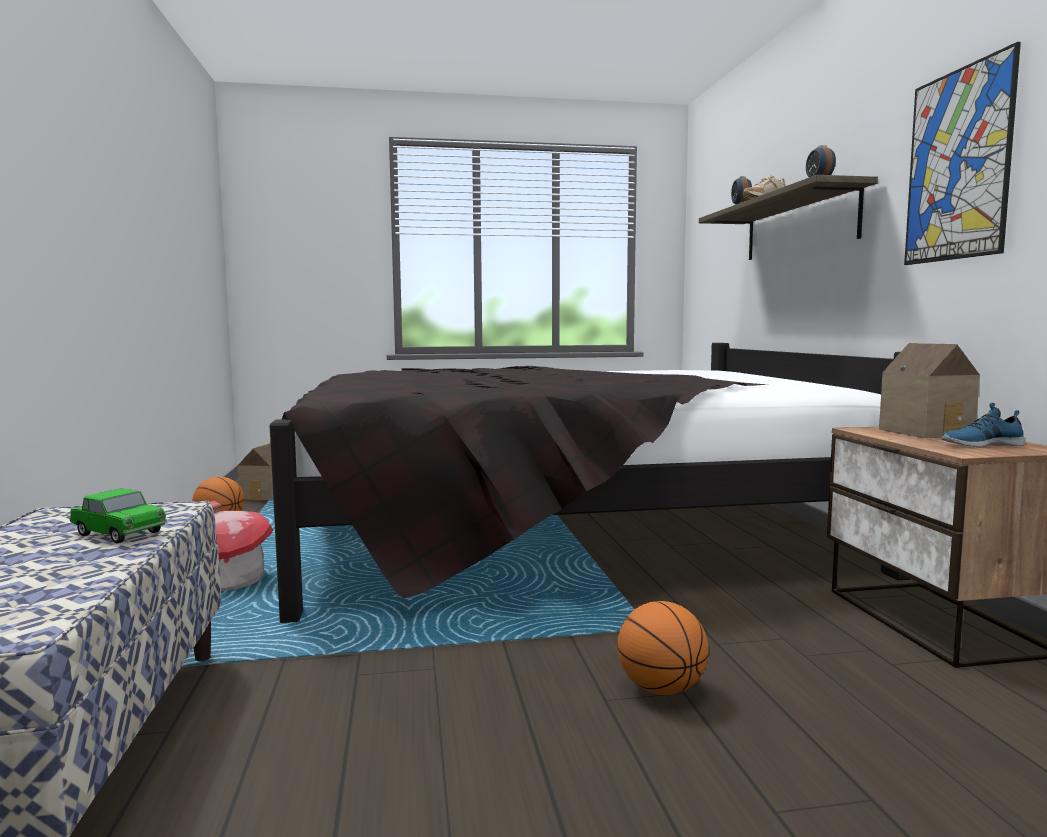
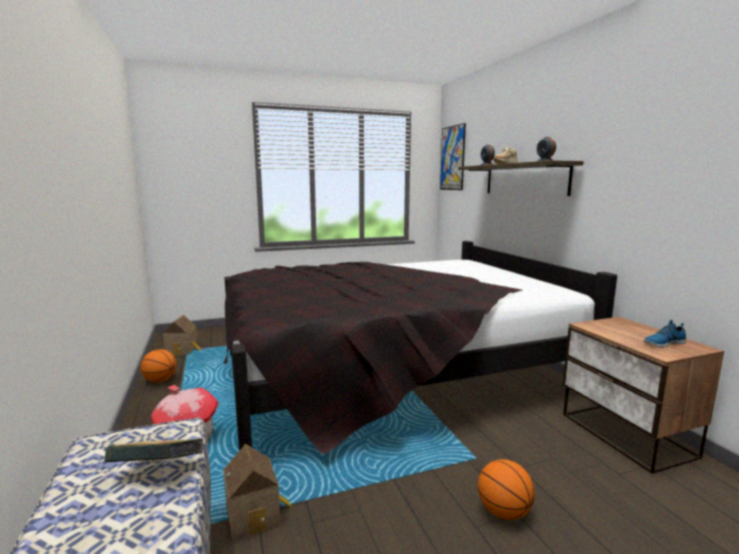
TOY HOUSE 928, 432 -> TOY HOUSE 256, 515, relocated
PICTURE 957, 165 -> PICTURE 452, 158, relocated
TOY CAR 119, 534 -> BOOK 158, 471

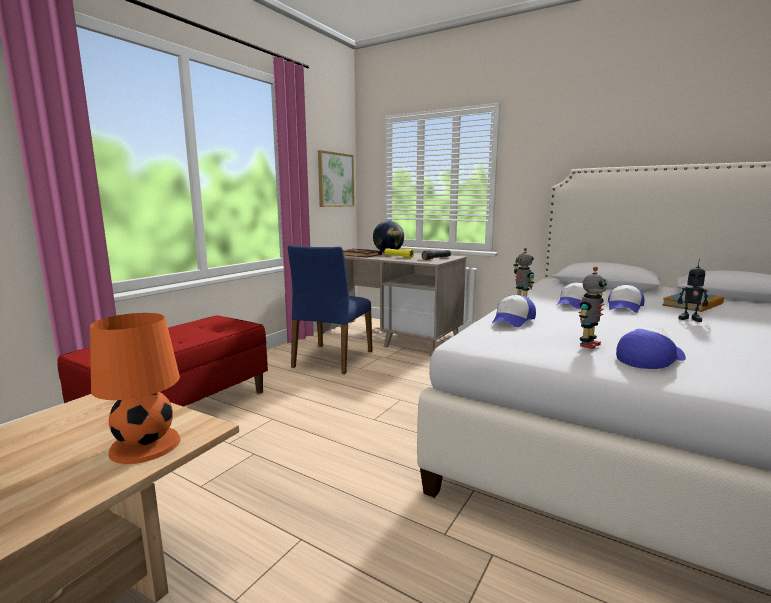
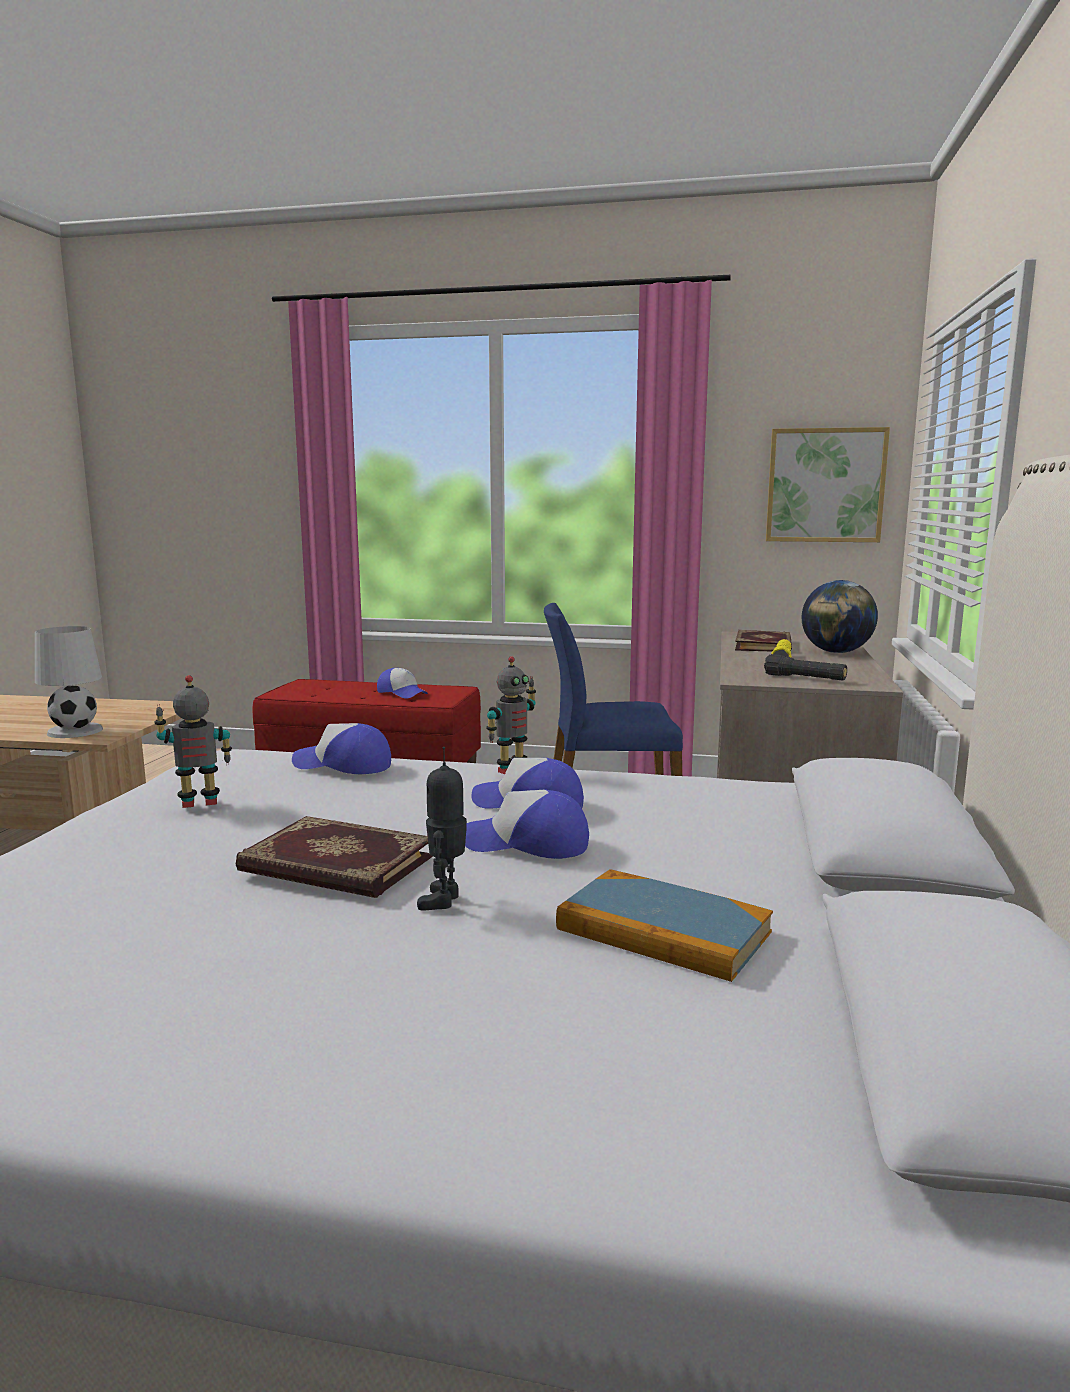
none -> BOOK 335, 865
CAP 650, 359 -> CAP 402, 693, relocated
ORANGE TABLE LAMP 146, 445 -> WHITE TABLE LAMP 74, 731
TOY ROBOT 588, 345 -> TOY ROBOT 200, 803, 135 degrees clockwise

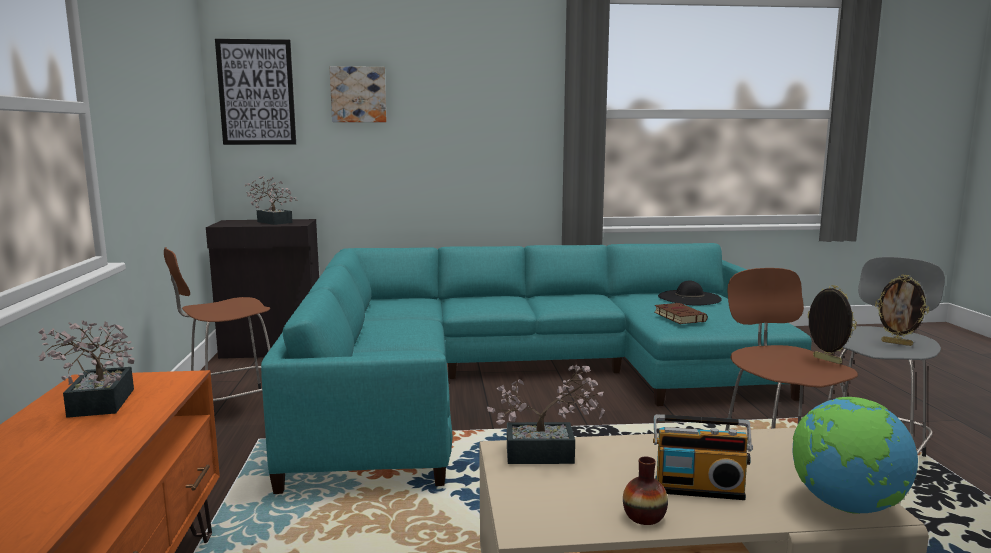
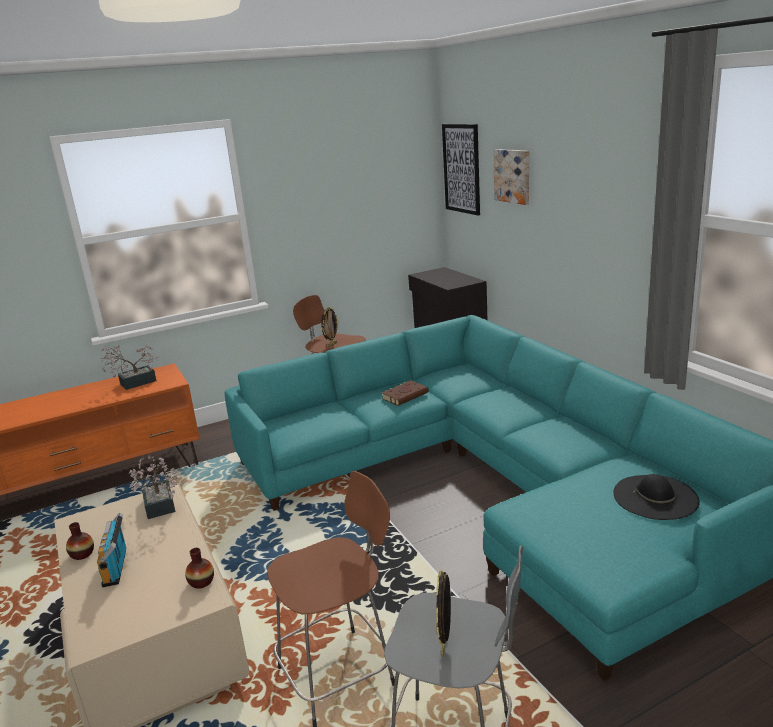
POTTED PLANT 273, 222 -> none
GLOBE 846, 506 -> none
none -> VASE 201, 582
BROWN BOOK 678, 316 -> BROWN BOOK 406, 395, relocated
PICTURE FRAME 826, 360 -> PICTURE FRAME 331, 345, relocated

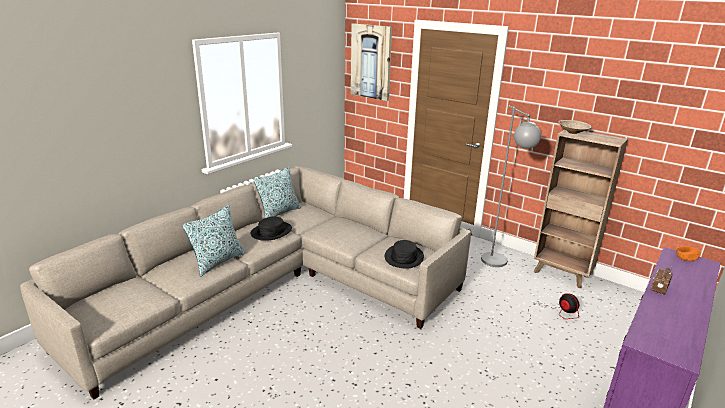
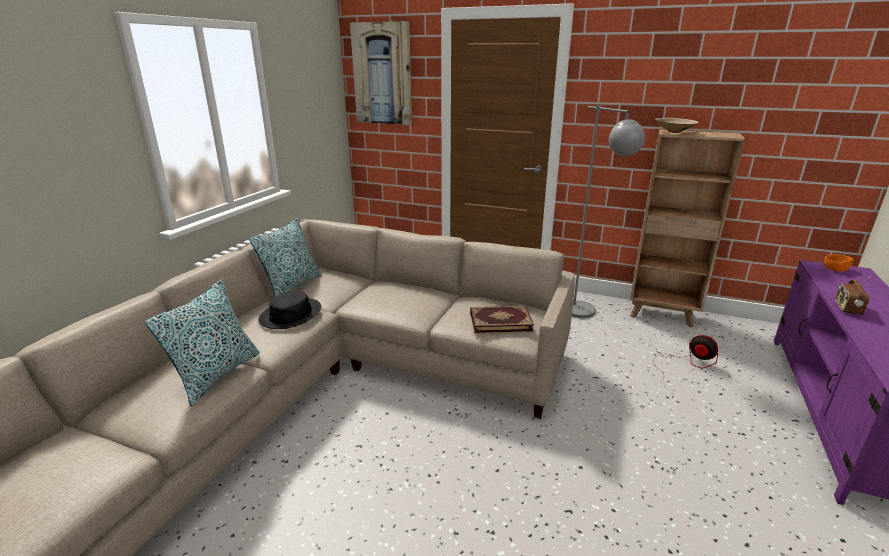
BLACK HAT 404, 257 -> BOOK 500, 321

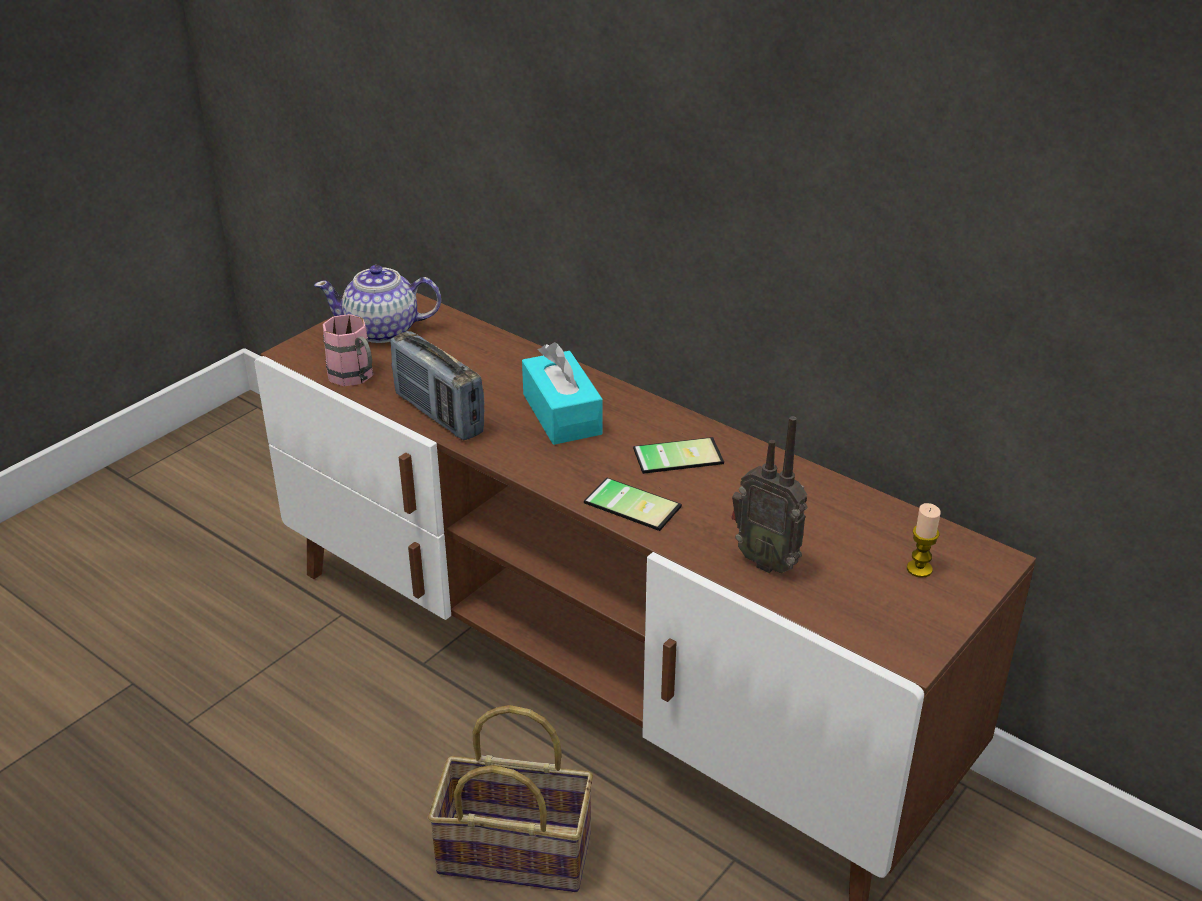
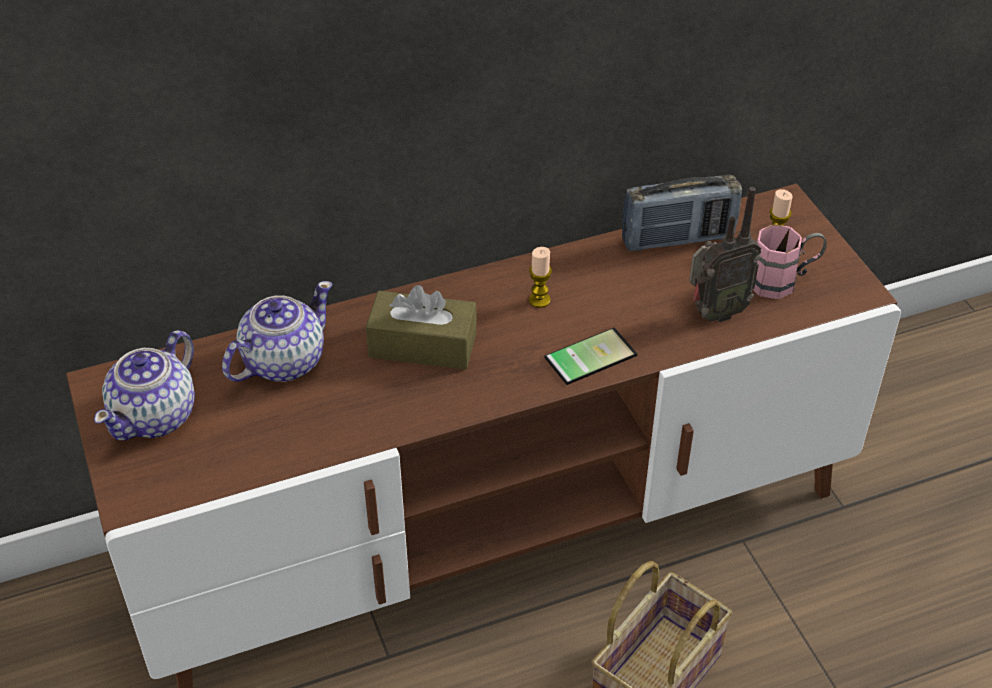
none -> TEAPOT 282, 362
PINK MUG 356, 378 -> PINK MUG 783, 281, relocated
RADIO 439, 414 -> RADIO 677, 239, relocated
PHONE 677, 453 -> CANDLE 539, 300
TURQUOISE TISSUE BOX 562, 414 -> BROWN TISSUE BOX 422, 345

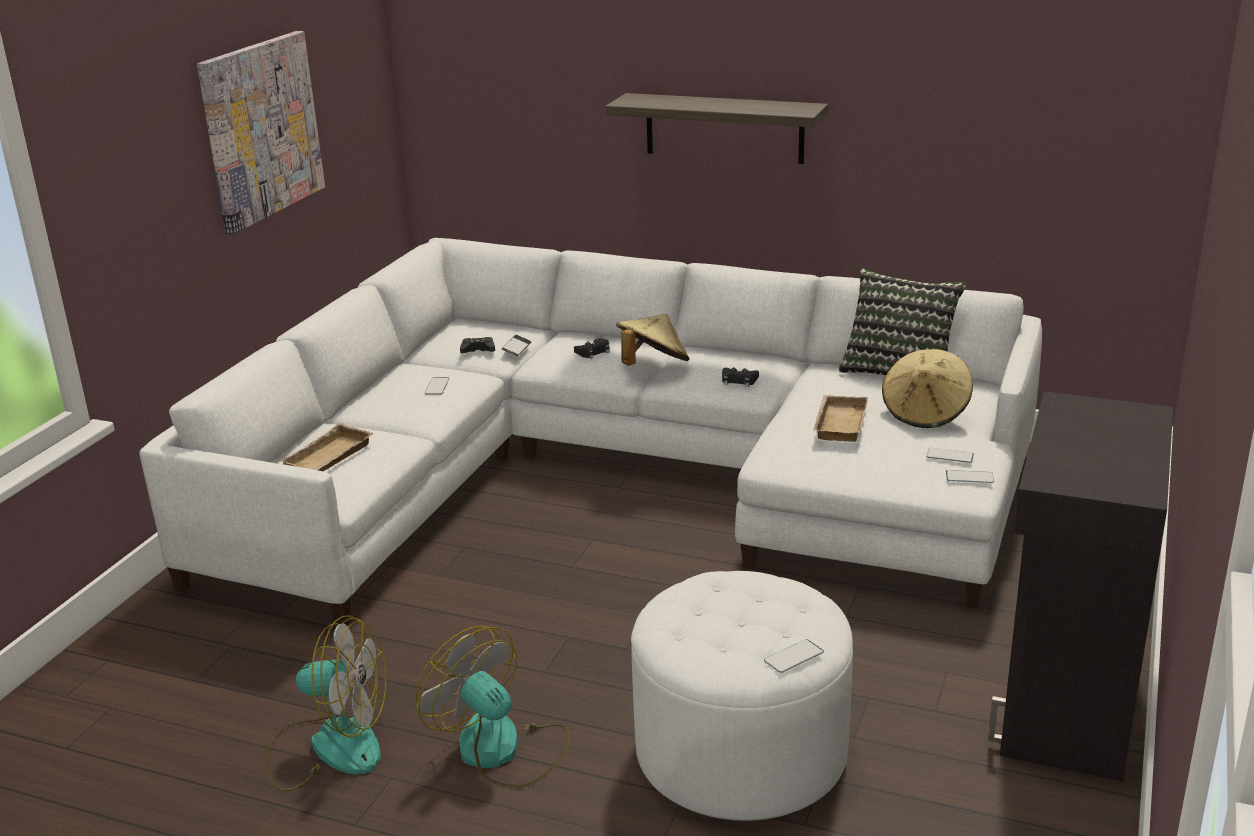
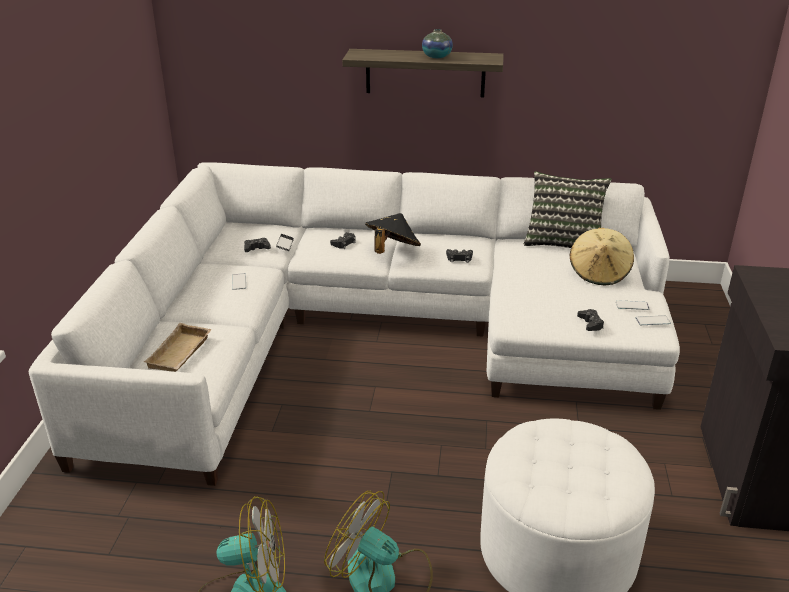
PICTURE 261, 129 -> none
PHONE 793, 656 -> none
BEIGE TRAY 838, 423 -> none
none -> VASE 437, 56
none -> BLACK GAME CONTROLLER 590, 323
BEIGE HAT 652, 365 -> BLACK HAT 392, 251

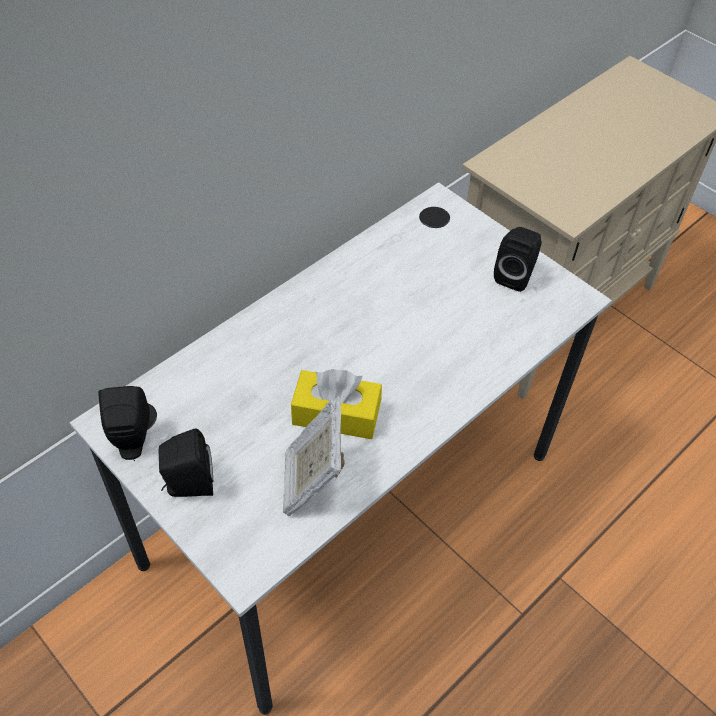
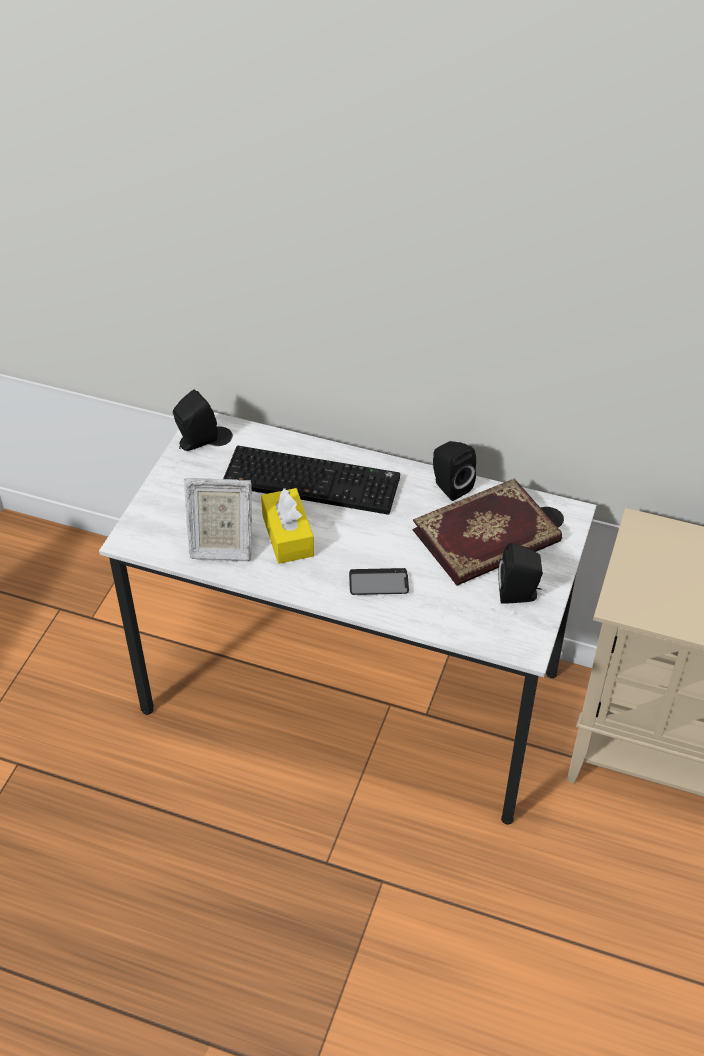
none -> KEYBOARD 314, 480
none -> PHONE 378, 583
none -> BOOK 487, 538
BLACK SPEAKER 188, 485 -> BLACK SPEAKER 449, 486, relocated
PICTURE FRAME 313, 481 -> PICTURE FRAME 220, 546, 150 degrees counterclockwise

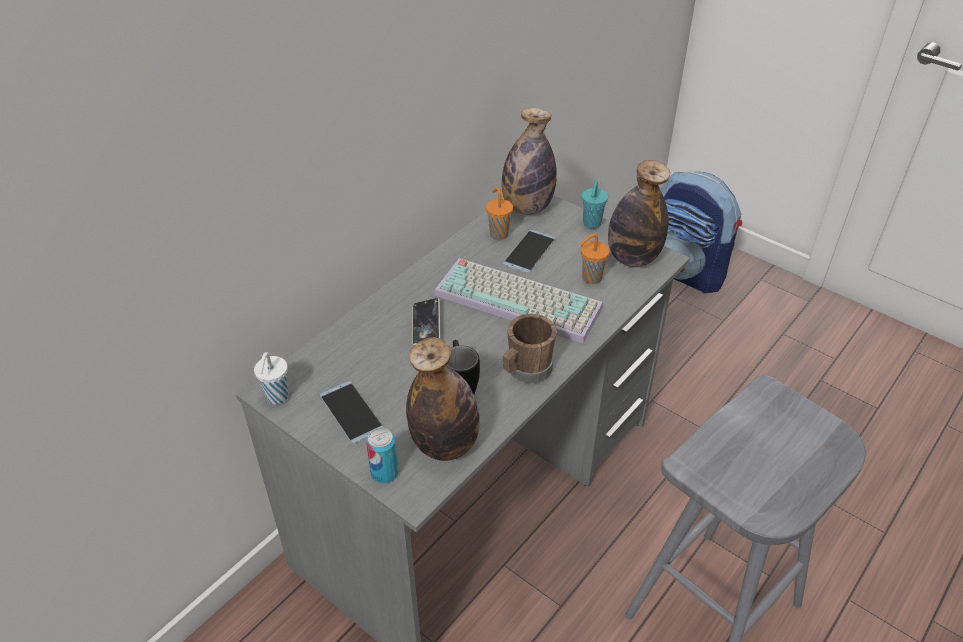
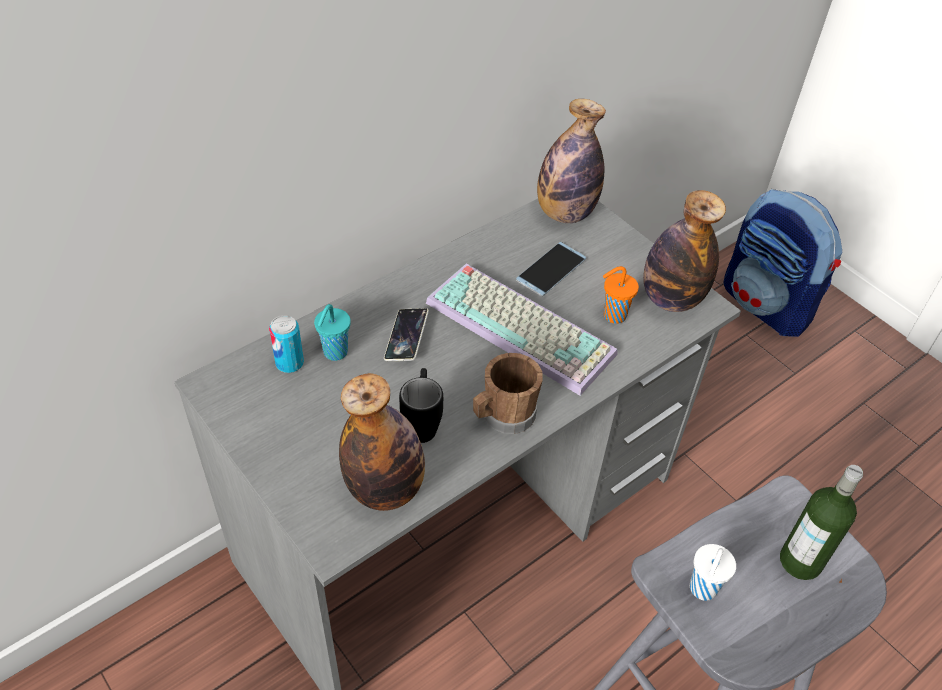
PHONE 351, 412 -> none
ORANGE CUP 498, 234 -> none
none -> BOTTLE 800, 561
WHITE CUP 276, 397 -> WHITE CUP 702, 590, relocated
CAN 384, 473 -> CAN 289, 363, relocated
TURQUOISE CUP 591, 224 -> TURQUOISE CUP 334, 353, relocated

